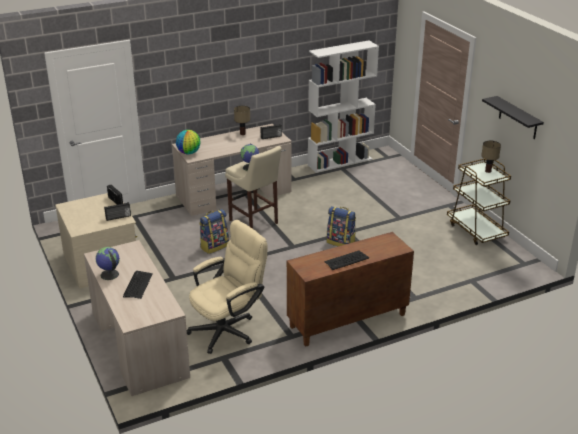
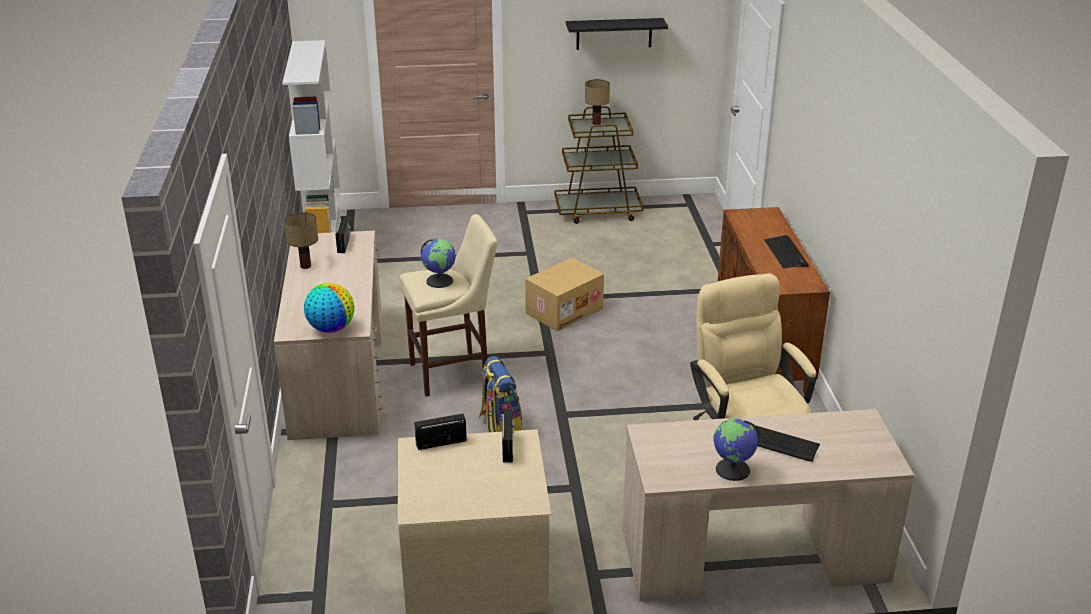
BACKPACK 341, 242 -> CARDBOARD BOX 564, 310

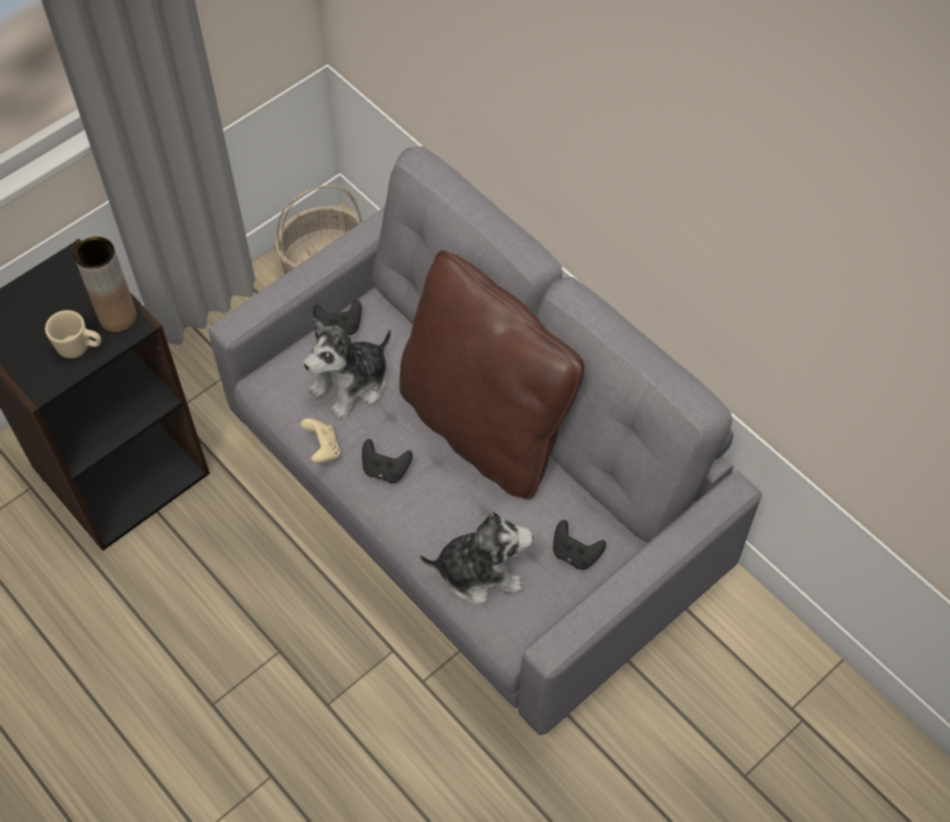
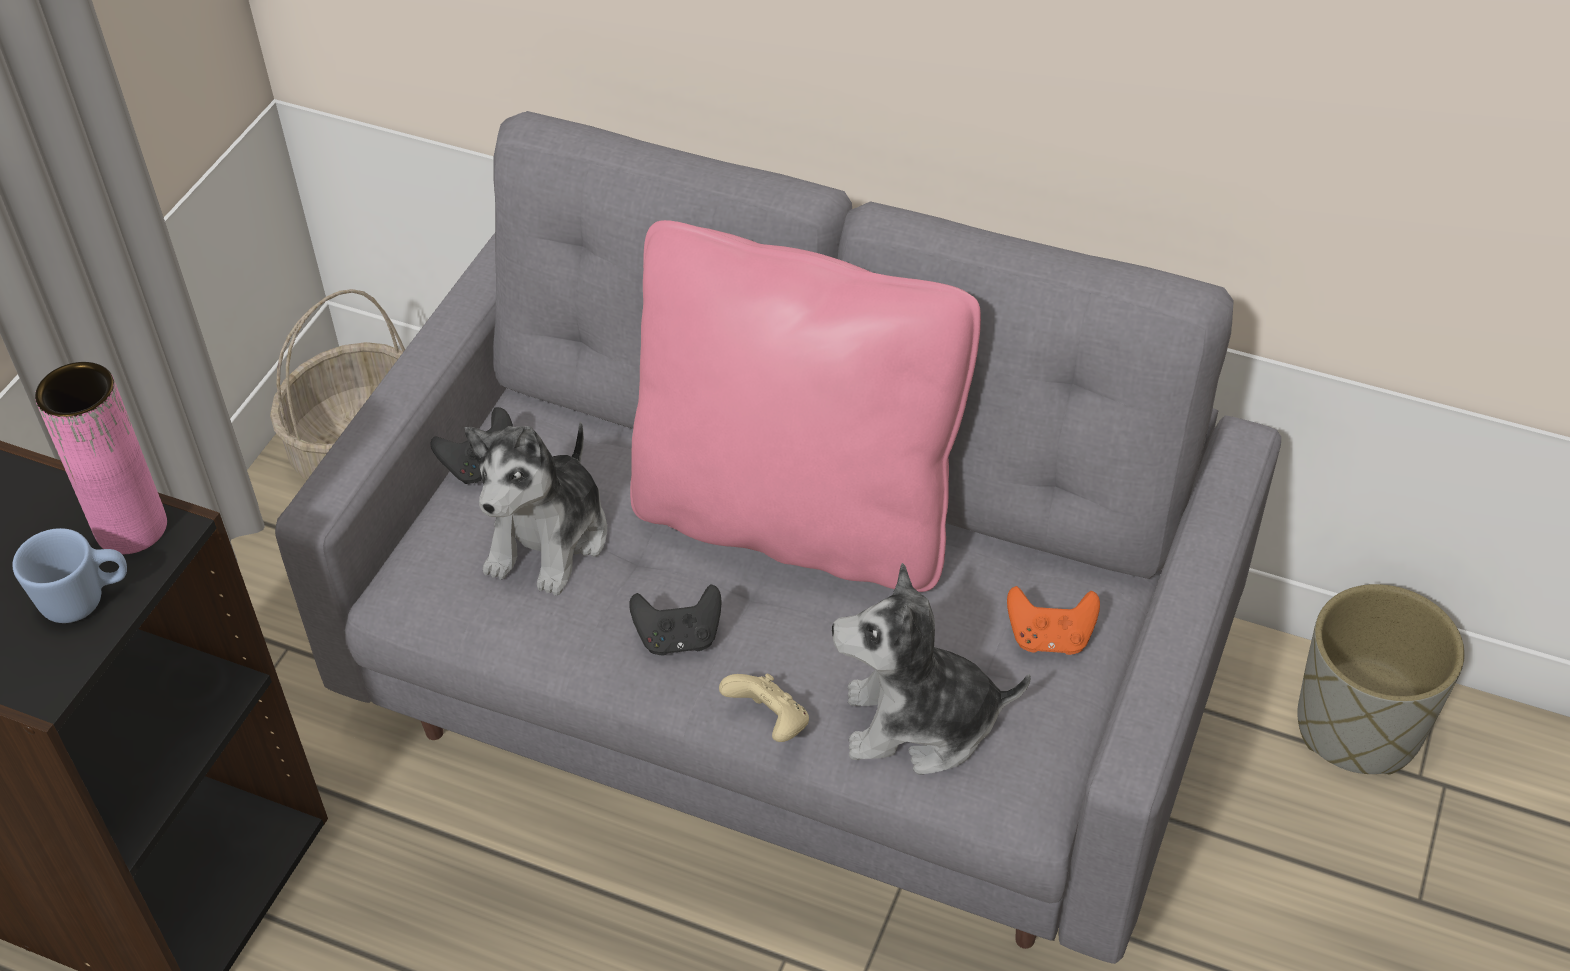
none -> GREY PLANTER 1359, 726
BEIGE GAME CONTROLLER 322, 449 -> BEIGE GAME CONTROLLER 769, 722, relocated
BEIGE MUG 80, 348 -> BLUE MUG 86, 600
BROWN VASE 118, 317 -> PINK VASE 131, 528
BROWN PILLOW 484, 426 -> PINK PILLOW 796, 517
BLACK GAME CONTROLLER 575, 554 -> ORANGE GAME CONTROLLER 1049, 638
PLUSH TOY 480, 571 -> PLUSH TOY 919, 723, 150 degrees counterclockwise

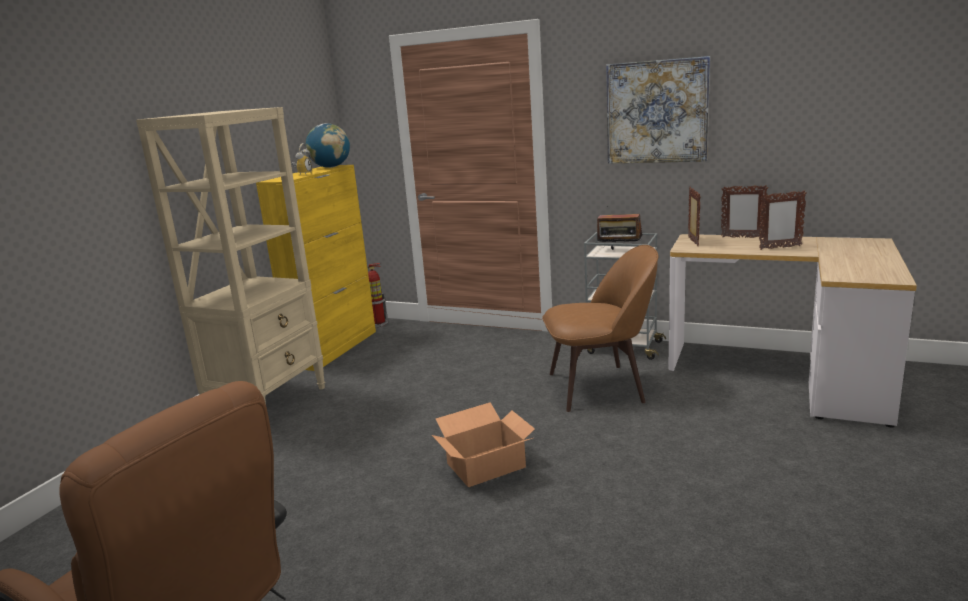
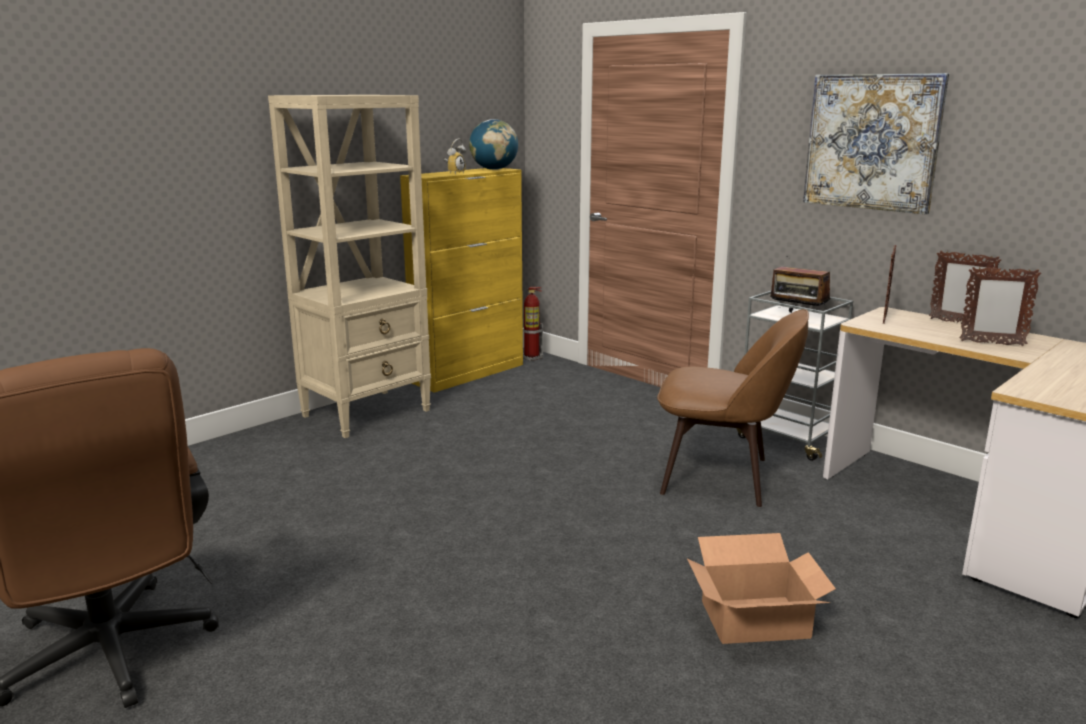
CARDBOARD BOX 487, 465 -> CARDBOARD BOX 756, 620, relocated

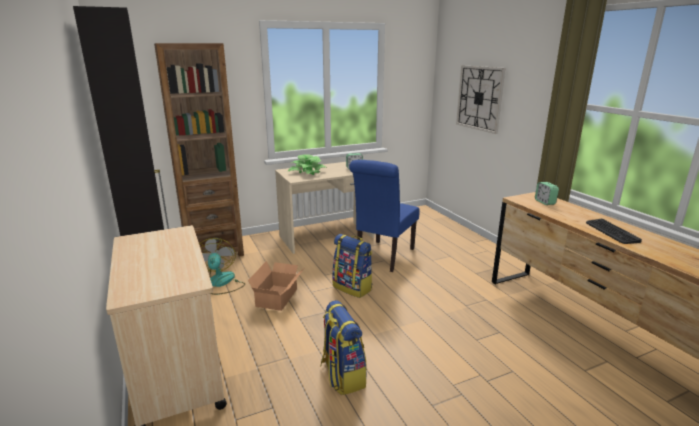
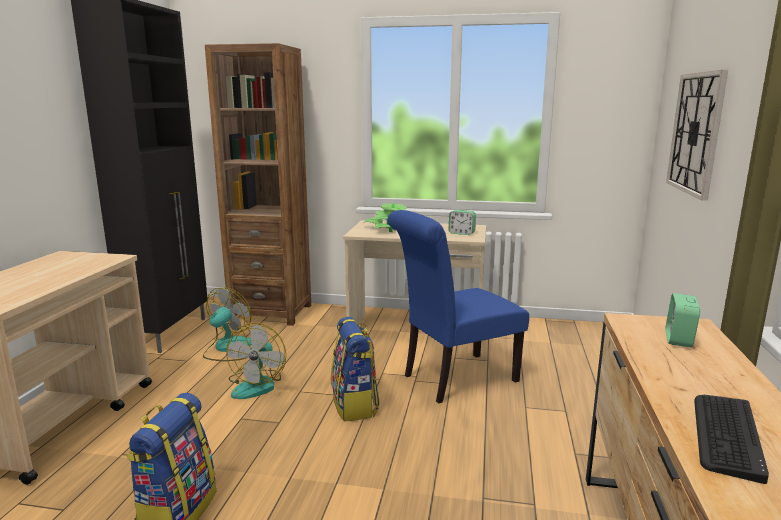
CARDBOARD BOX 279, 297 -> FAN 257, 384

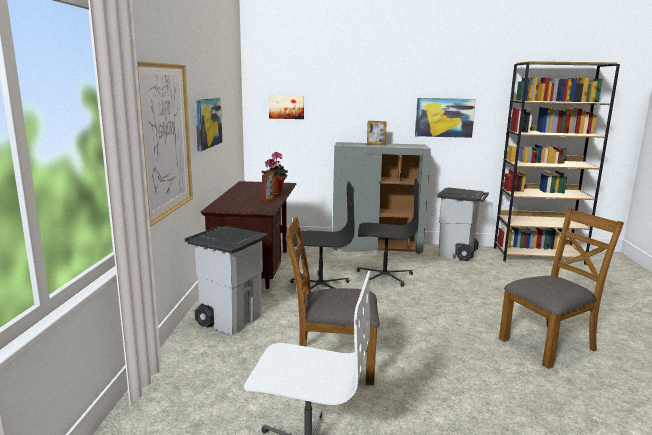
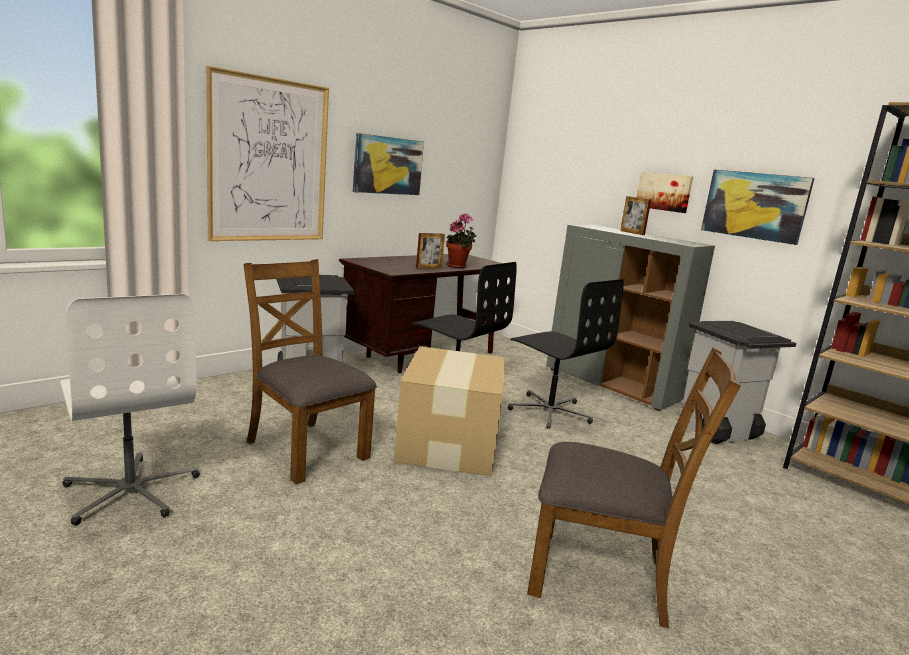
none -> CARDBOARD BOX 450, 442
PICTURE 286, 107 -> PICTURE 664, 192, relocated

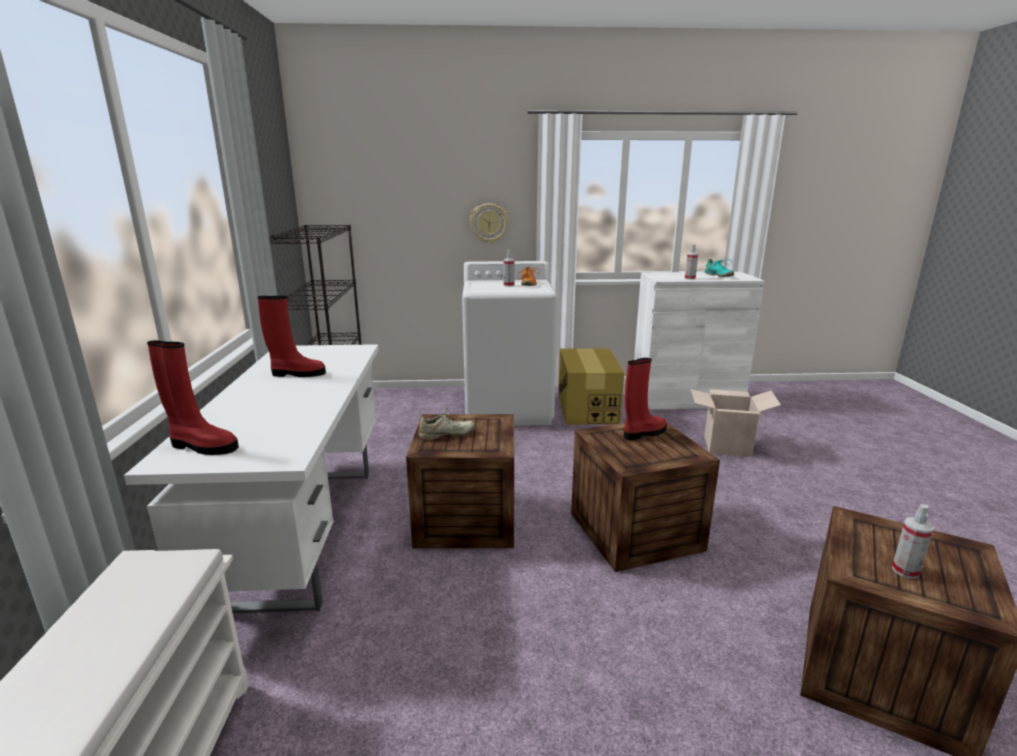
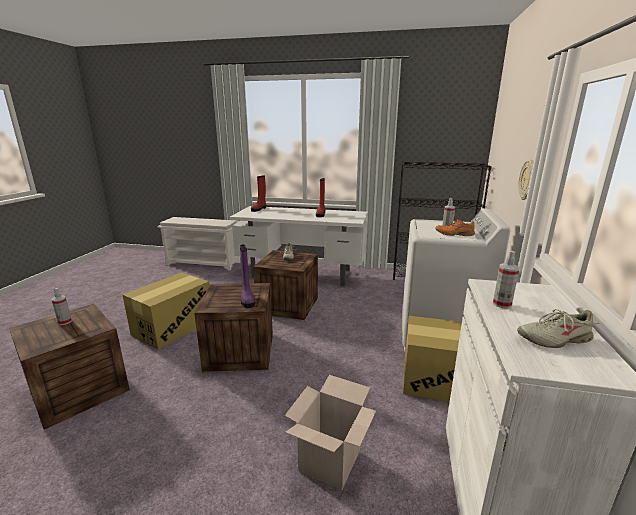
none -> CARDBOARD BOX 173, 327
RED BOOT 643, 433 -> PURPLE BOOT 247, 299
TURQUOISE SHOE 718, 275 -> BEIGE SHOE 554, 339

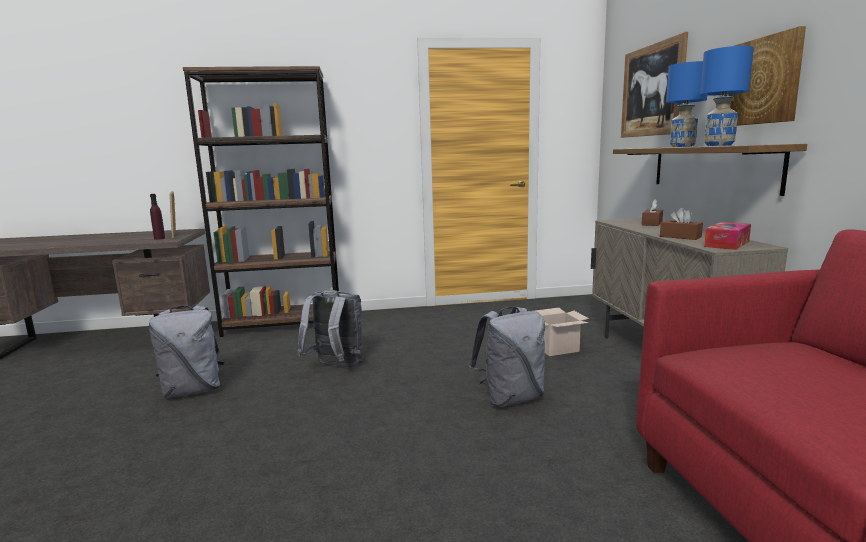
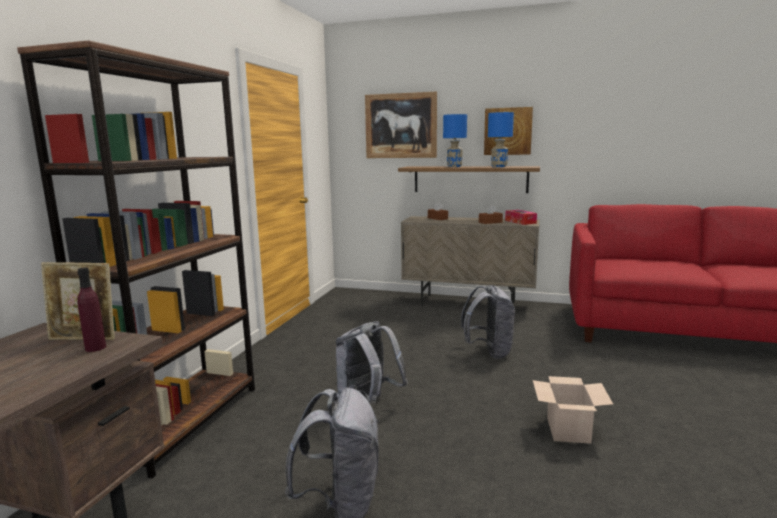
CARDBOARD BOX 557, 348 -> CARDBOARD BOX 567, 429, relocated

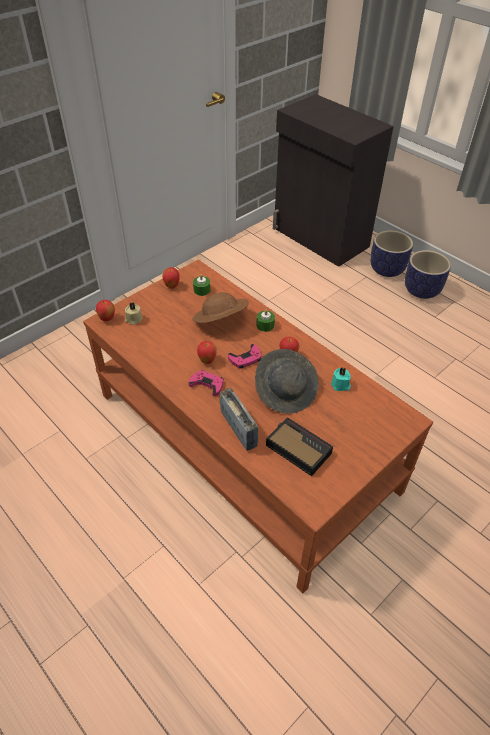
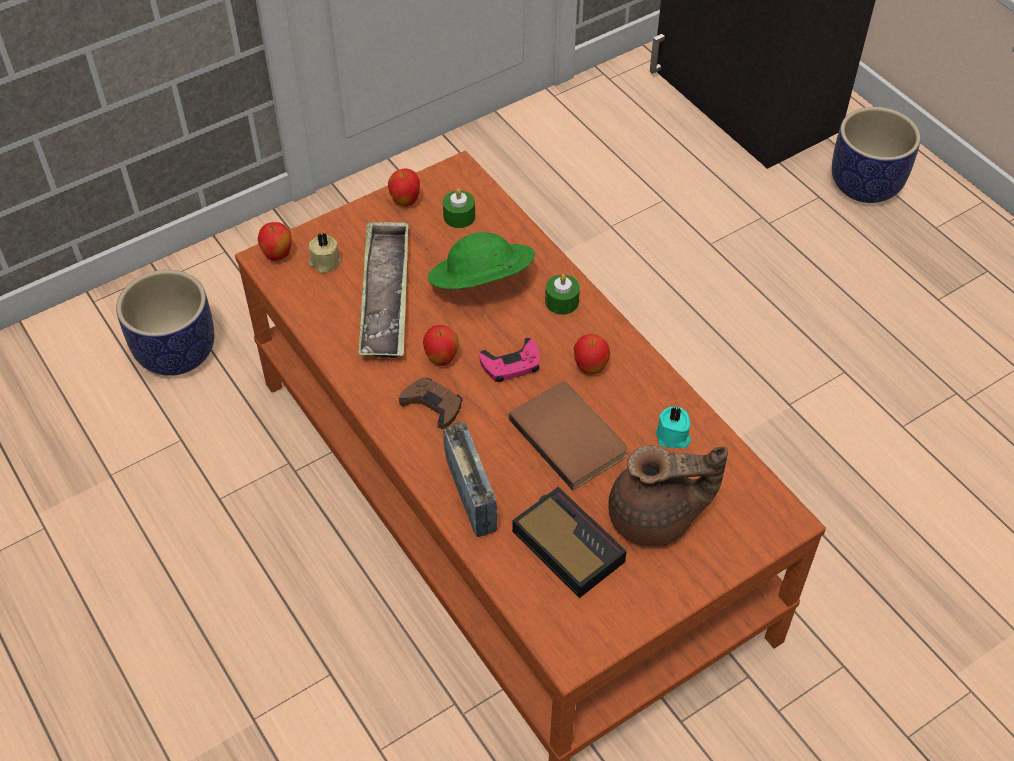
none -> TRAY 385, 296
none -> BROWN TEAPOT 655, 518
PLANTER 421, 290 -> PLANTER 176, 351, relocated
GREY HAT 286, 391 -> BROWN BOOK 571, 436
PINK GAME CONTROLLER 207, 384 -> BROWN GAME CONTROLLER 432, 405
BROWN HAT 220, 321 -> GREEN HAT 481, 284

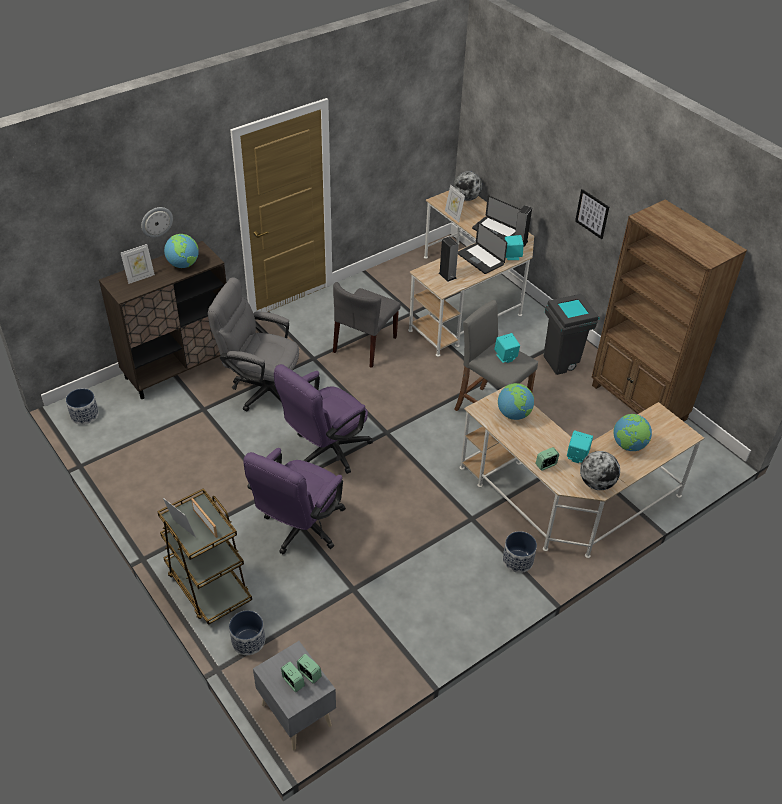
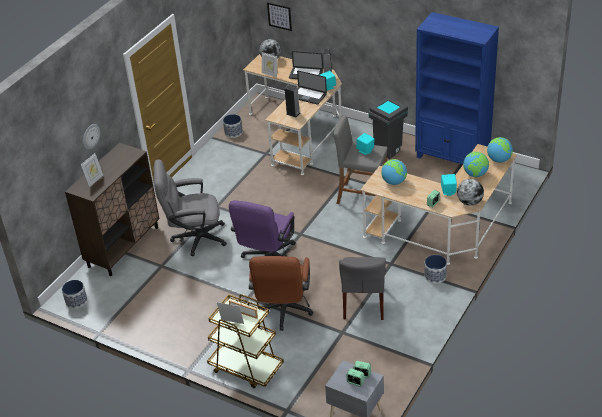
GLOBE 183, 264 -> GLOBE 499, 160, relocated
PLANTER 248, 641 -> PLANTER 233, 132, relocated
GREY CHAIR 365, 345 -> GREY CHAIR 364, 303, relocated
PICTURE 592, 214 -> PICTURE 279, 16, relocated
PURPLE OFFICE CHAIR 300, 529 -> BROWN OFFICE CHAIR 283, 312
BROWN BOOKCASE 638, 403 -> BLUE BOOKCASE 453, 157

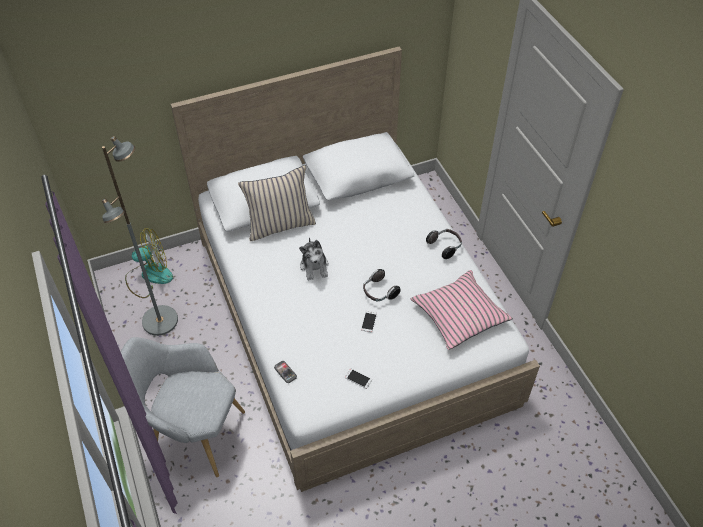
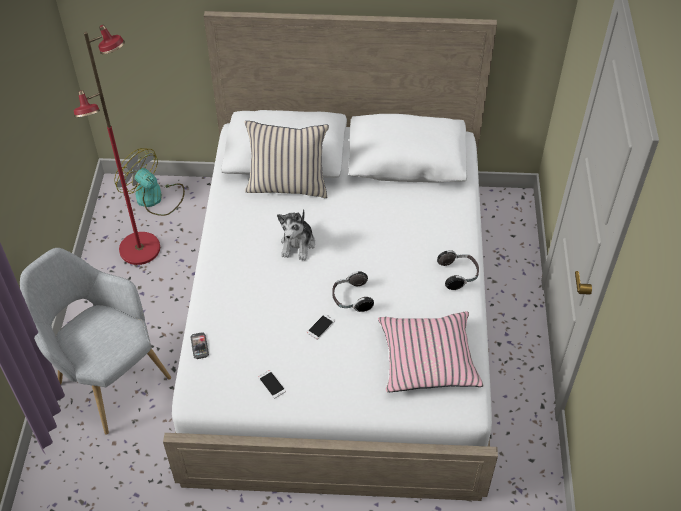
GREY FLOOR LAMP 161, 321 -> RED FLOOR LAMP 140, 249
FAN 149, 276 -> FAN 155, 198, 150 degrees counterclockwise

